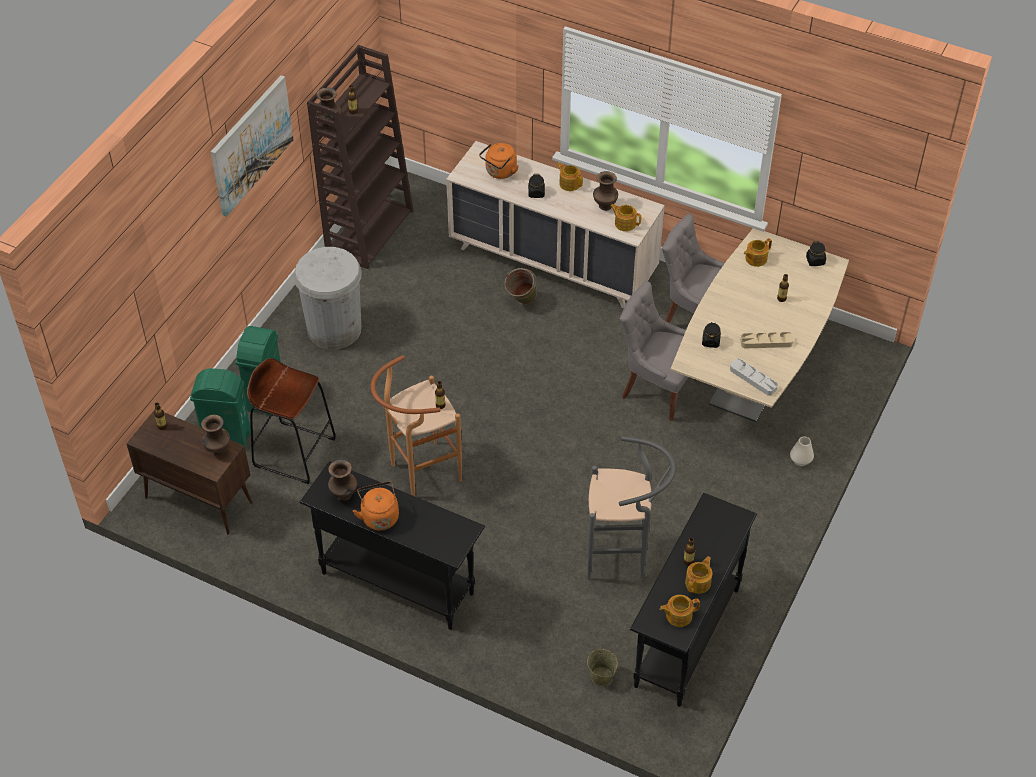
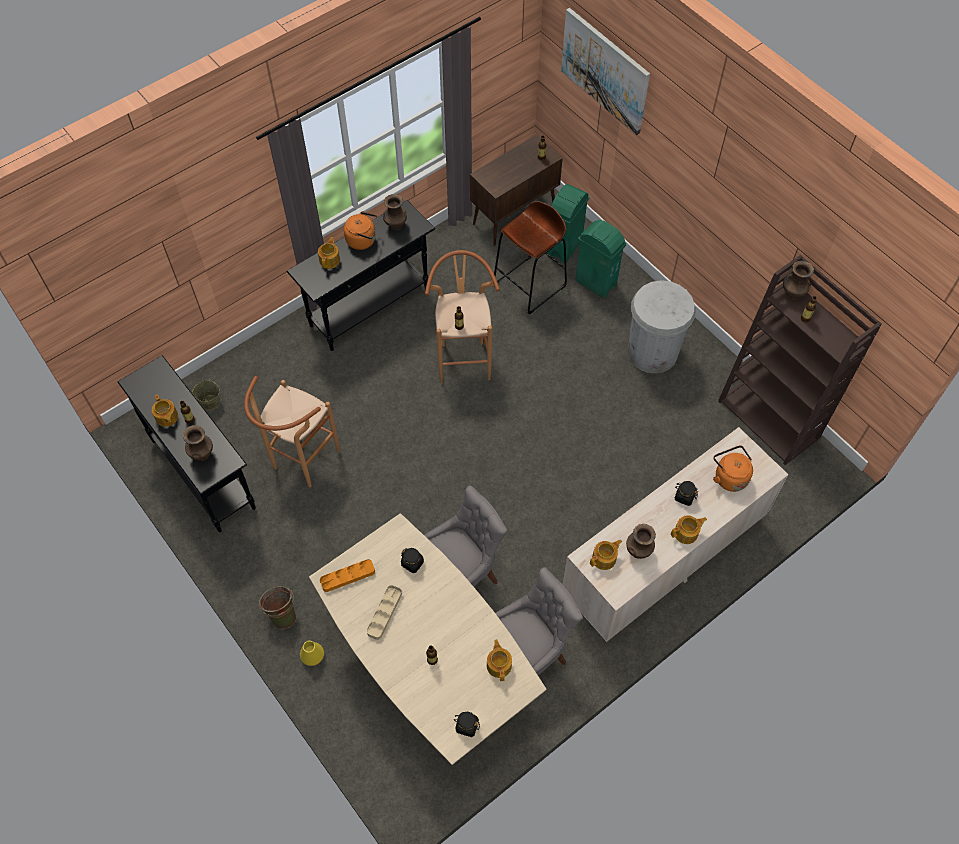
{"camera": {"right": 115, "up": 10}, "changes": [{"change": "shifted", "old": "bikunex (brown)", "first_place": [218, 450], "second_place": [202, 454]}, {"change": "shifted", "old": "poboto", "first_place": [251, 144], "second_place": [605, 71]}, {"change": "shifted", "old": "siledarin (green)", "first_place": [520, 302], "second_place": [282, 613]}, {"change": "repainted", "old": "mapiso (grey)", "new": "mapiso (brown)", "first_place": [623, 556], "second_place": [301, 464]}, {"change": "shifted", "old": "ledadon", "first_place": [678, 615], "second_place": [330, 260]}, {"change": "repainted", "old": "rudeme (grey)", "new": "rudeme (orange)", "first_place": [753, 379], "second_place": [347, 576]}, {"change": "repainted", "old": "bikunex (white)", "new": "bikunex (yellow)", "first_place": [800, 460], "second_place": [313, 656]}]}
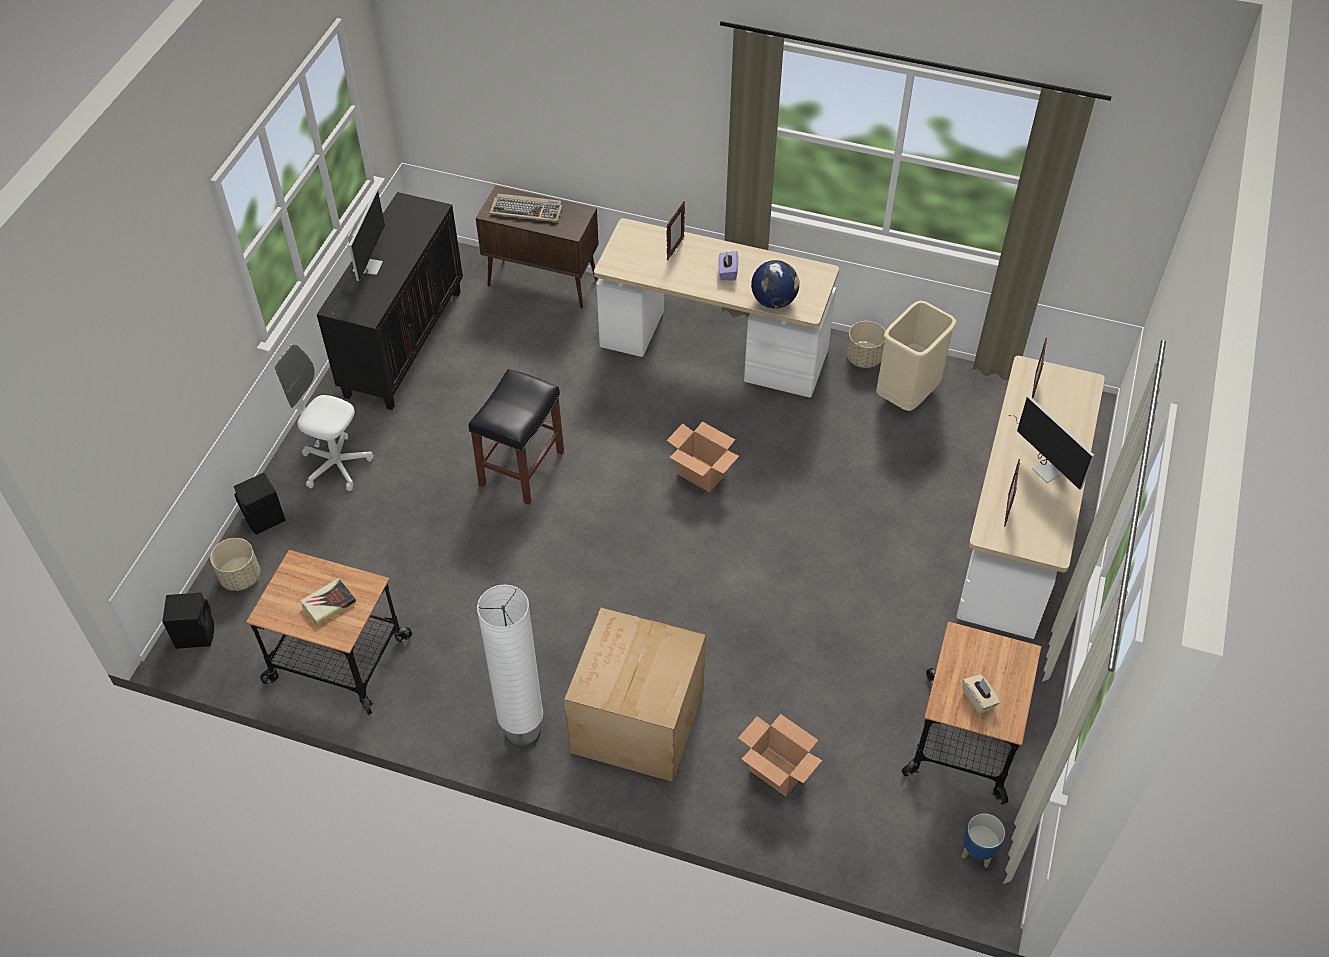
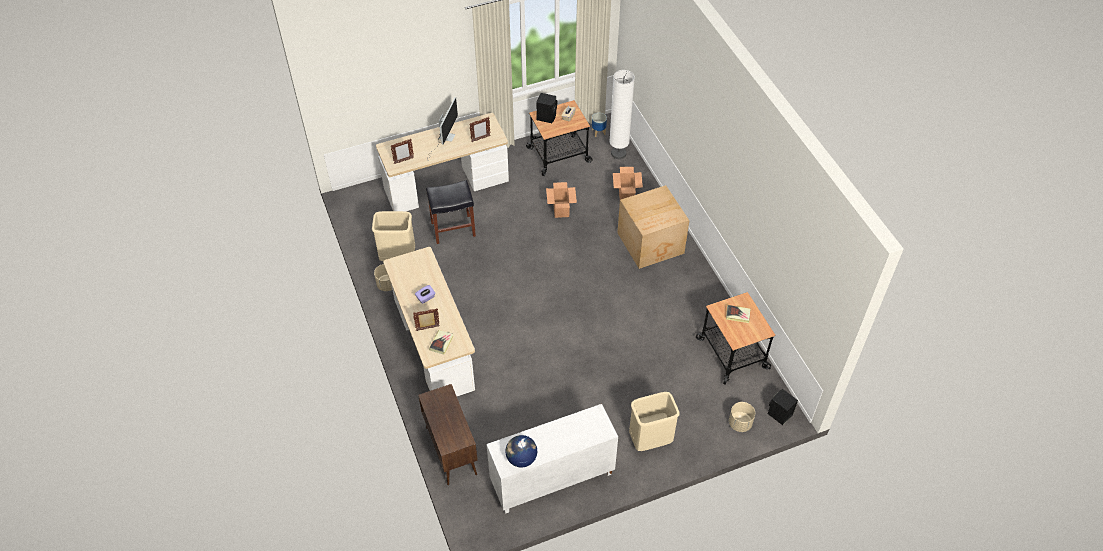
{"camera": {"right": -130, "up": 0}, "changes": [{"change": "shifted", "old": "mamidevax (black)", "first_place": [265, 519], "second_place": [546, 116]}, {"change": "swapped", "old": "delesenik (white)", "new": "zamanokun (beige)", "first_place": [336, 465], "second_place": [650, 440]}, {"change": "repainted", "old": "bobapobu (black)", "new": "bobapobu (white)", "first_place": [403, 342], "second_place": [552, 480]}, {"change": "gone", "old": "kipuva", "first_place": [363, 272]}, {"change": "shifted", "old": "mapiso (black)", "first_place": [521, 467], "second_place": [452, 229]}, {"change": "shifted", "old": "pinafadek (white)", "first_place": [522, 732], "second_place": [618, 153]}, {"change": "gone", "old": "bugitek", "first_place": [527, 210]}, {"change": "shifted", "old": "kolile", "first_place": [702, 474], "second_place": [561, 209]}, {"change": "shifted", "old": "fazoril", "first_place": [774, 301], "second_place": [521, 459]}, {"change": "new", "new": "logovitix", "second_place": [441, 343]}]}
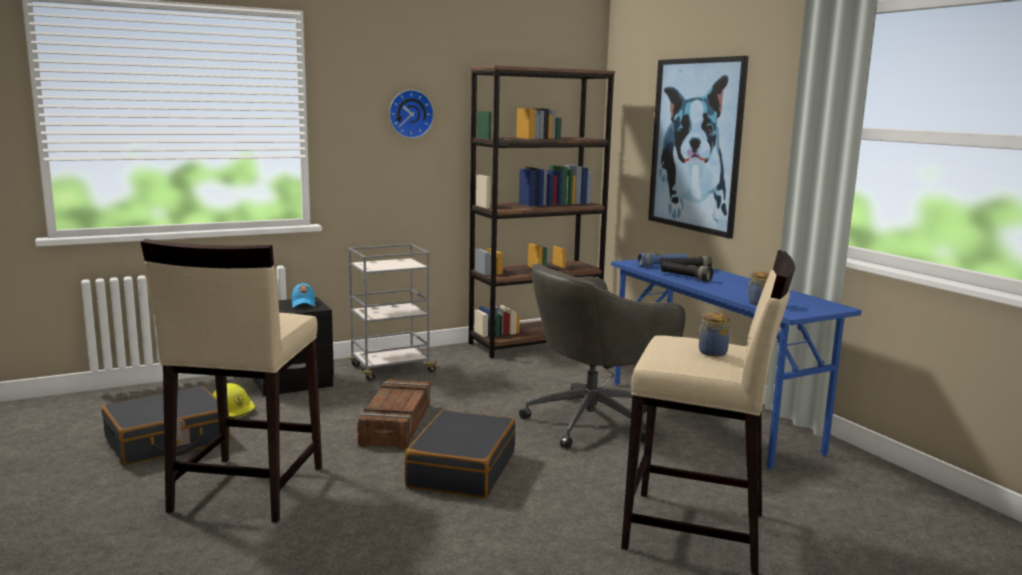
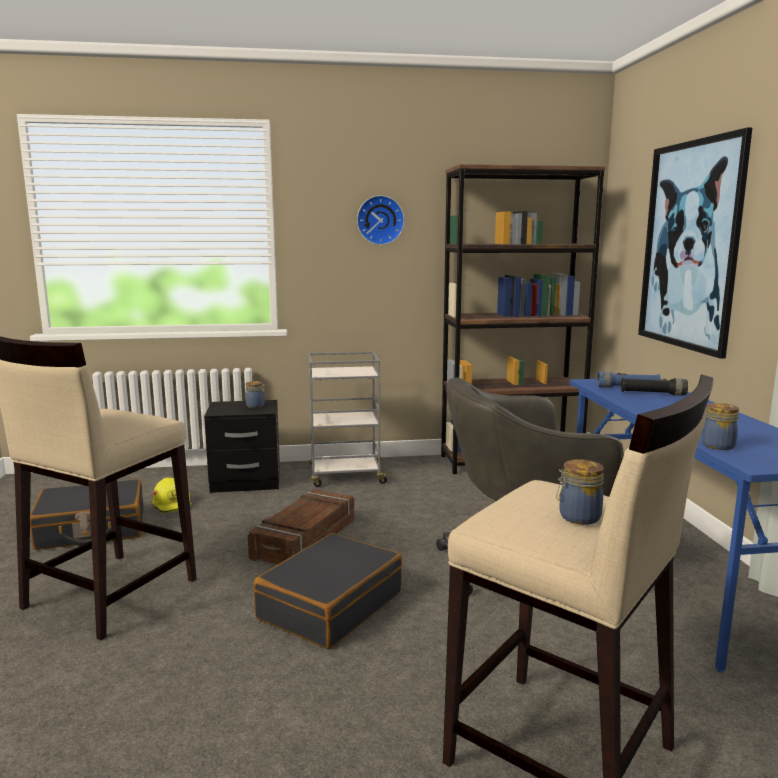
{"camera": {"right": 20, "up": 0}, "changes": [{"change": "swapped", "old": "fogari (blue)", "new": "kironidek", "first_place": [303, 304], "second_place": [256, 406]}, {"change": "gone", "old": "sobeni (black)", "first_place": [686, 277]}]}
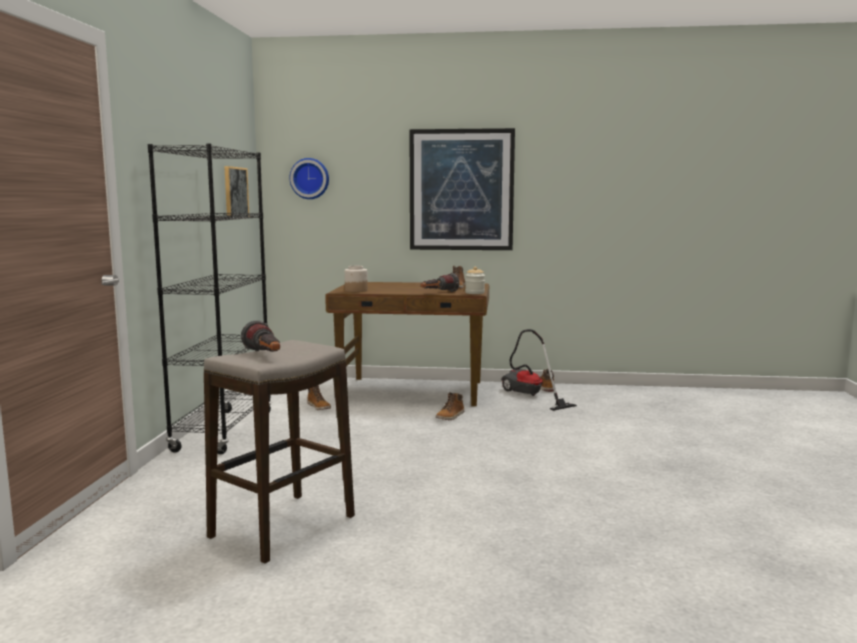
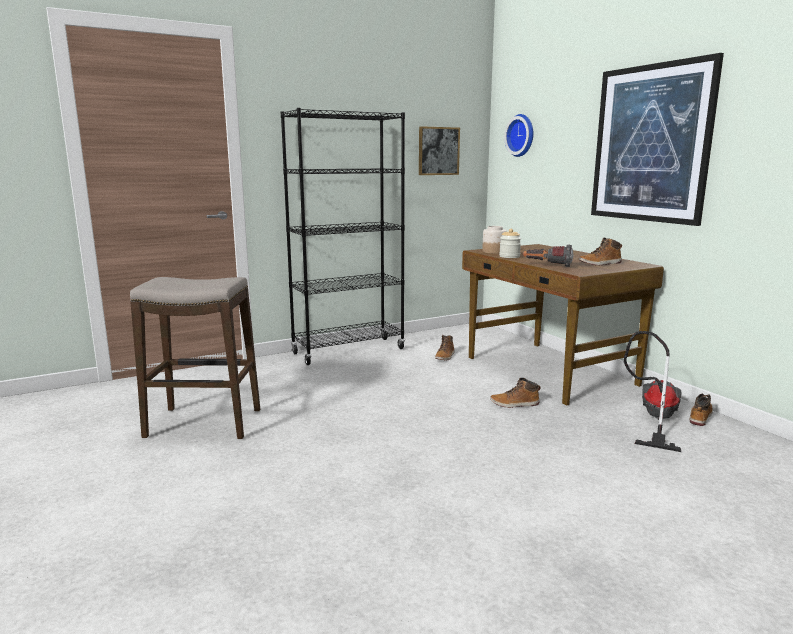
{"camera": {"right": 55, "up": 5}, "changes": [{"change": "gone", "old": "sobeni", "first_place": [265, 356]}, {"change": "shifted", "old": "kironidek", "first_place": [474, 293], "second_place": [509, 256]}]}
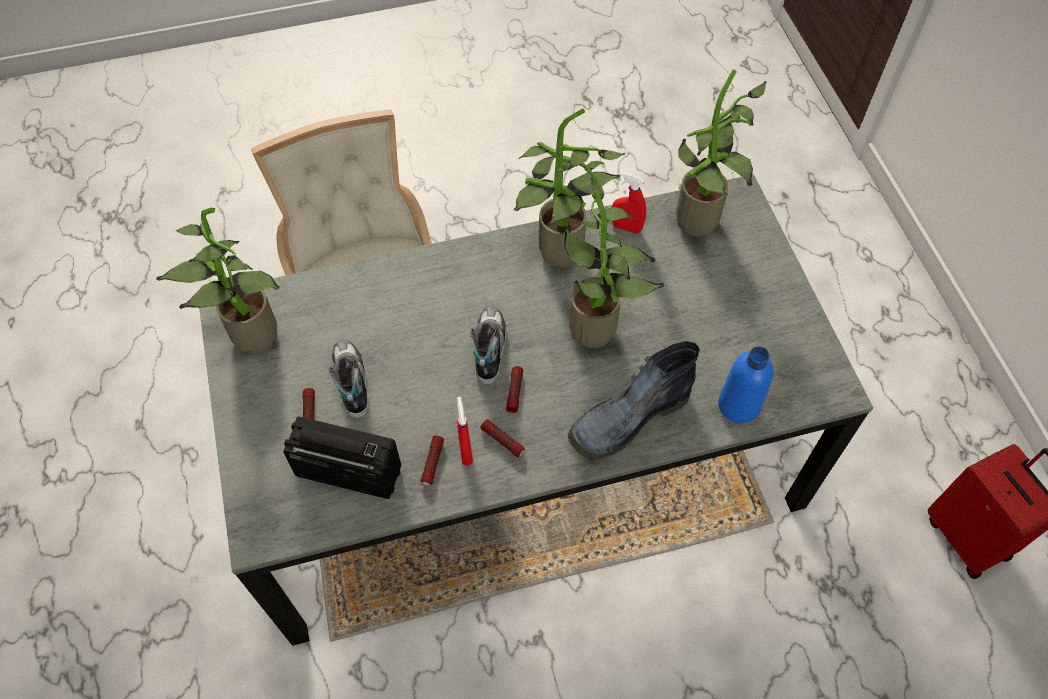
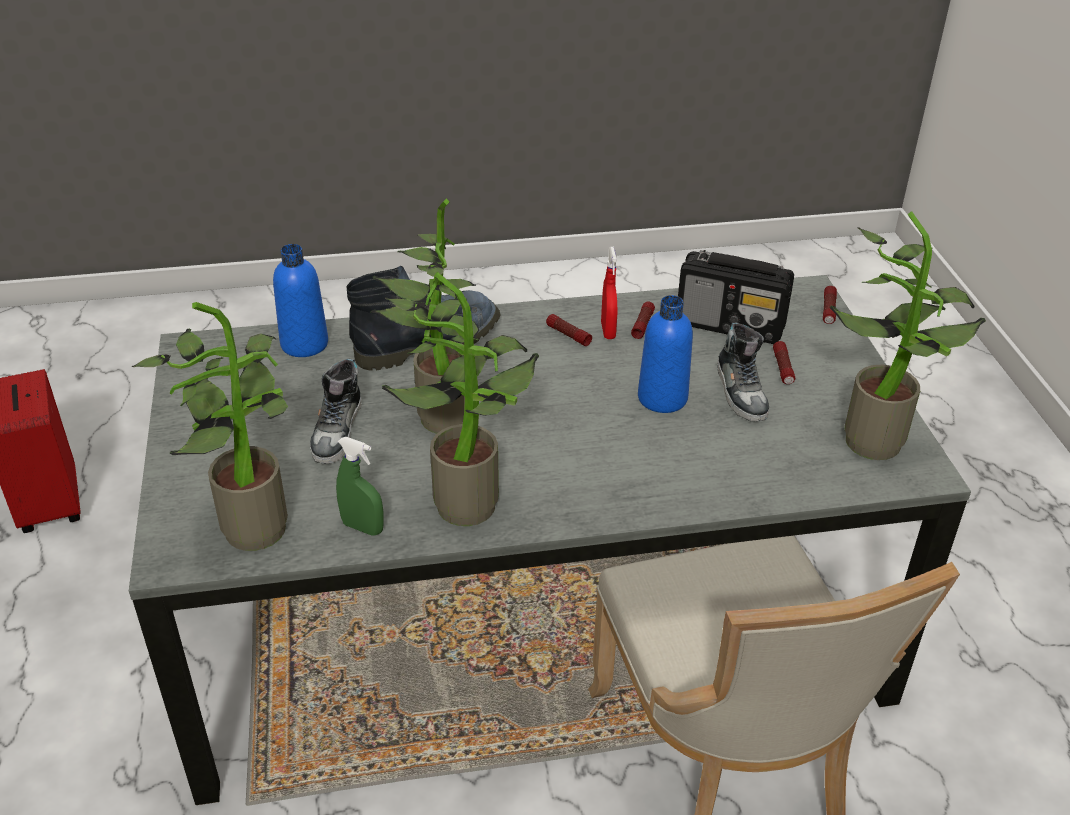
{"camera": {"right": -175, "up": -20}, "changes": [{"change": "shifted", "old": "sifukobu", "first_place": [489, 347], "second_place": [338, 431]}, {"change": "shifted", "old": "sobeni", "first_place": [514, 391], "second_place": [828, 310]}, {"change": "repainted", "old": "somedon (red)", "new": "somedon (green)", "first_place": [626, 227], "second_place": [362, 527]}, {"change": "new", "new": "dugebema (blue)", "second_place": [662, 398]}]}
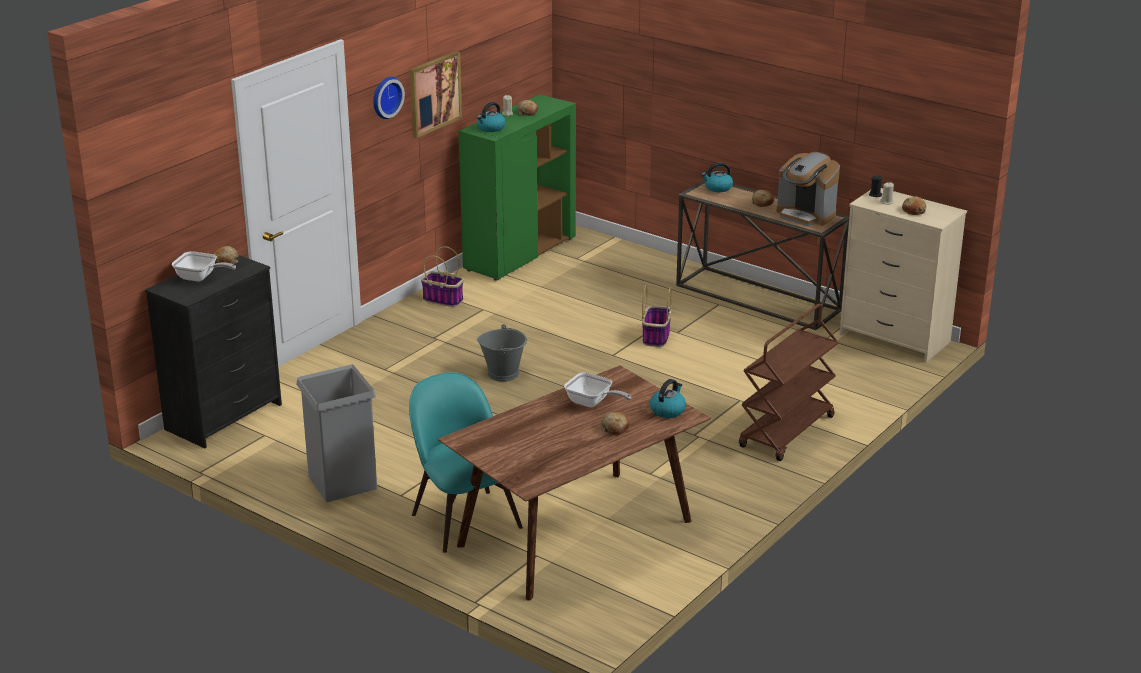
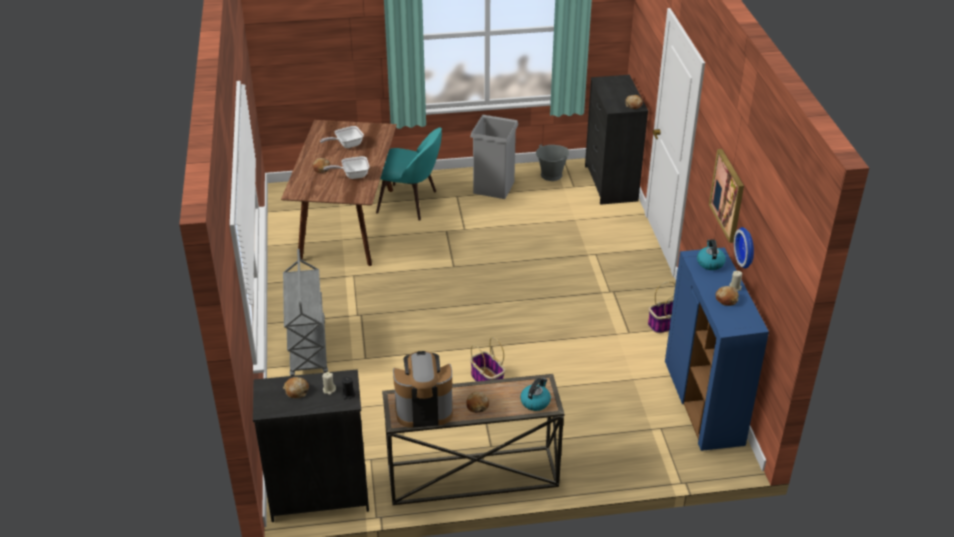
{"camera": {"right": 135, "up": 10}, "changes": [{"change": "shifted", "old": "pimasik", "first_place": [200, 278], "second_place": [346, 145]}, {"change": "shifted", "old": "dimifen", "first_place": [385, 97], "second_place": [747, 247]}, {"change": "repainted", "old": "bobapobu (green)", "new": "bobapobu (blue)", "first_place": [520, 254], "second_place": [704, 404]}, {"change": "shifted", "old": "siledarin (grey)", "first_place": [503, 373], "second_place": [551, 175]}, {"change": "gone", "old": "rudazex", "first_place": [667, 410]}, {"change": "repainted", "old": "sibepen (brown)", "new": "sibepen (grey)", "first_place": [787, 432], "second_place": [307, 349]}, {"change": "repainted", "old": "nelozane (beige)", "new": "nelozane (black)", "first_place": [894, 338], "second_place": [319, 495]}]}
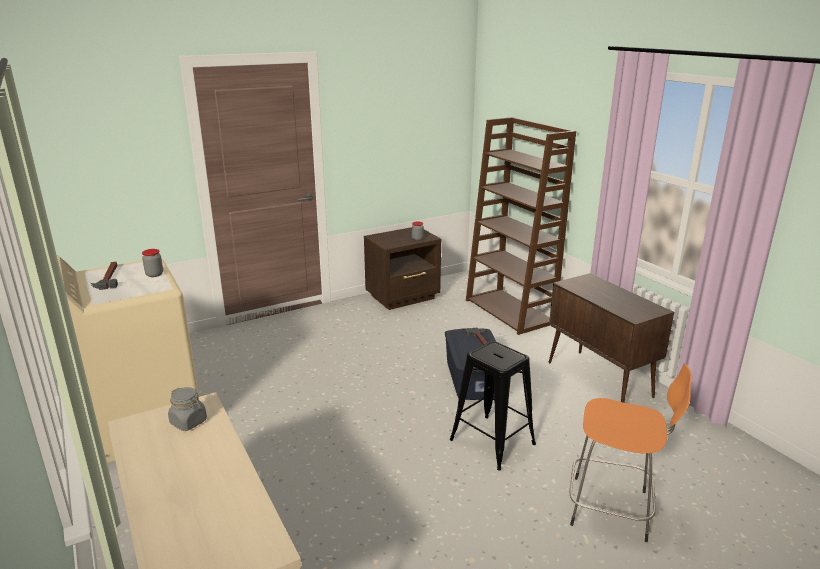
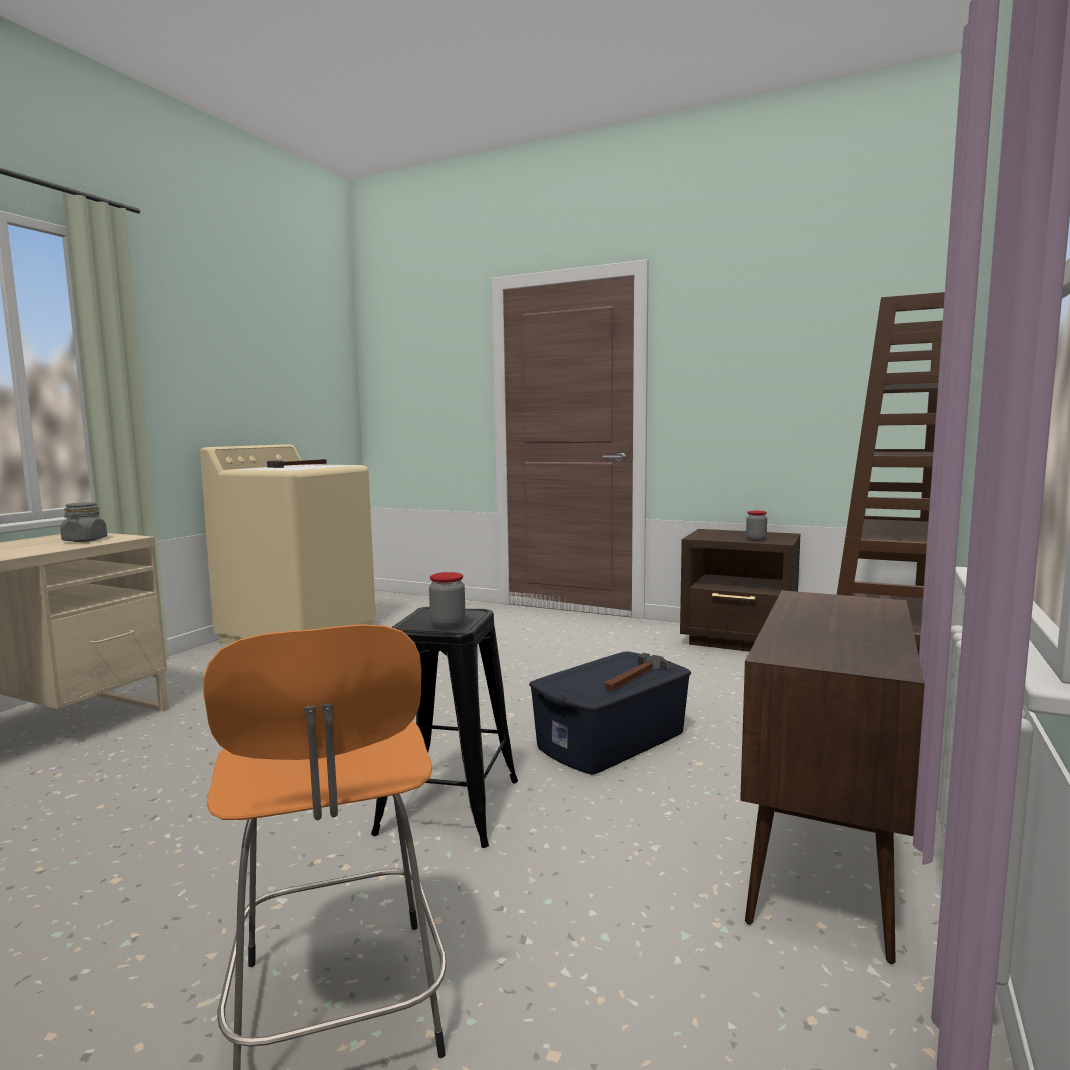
{"camera": {"right": 55, "up": -15}, "changes": [{"change": "shifted", "old": "kironidek", "first_place": [154, 274], "second_place": [448, 624]}]}
